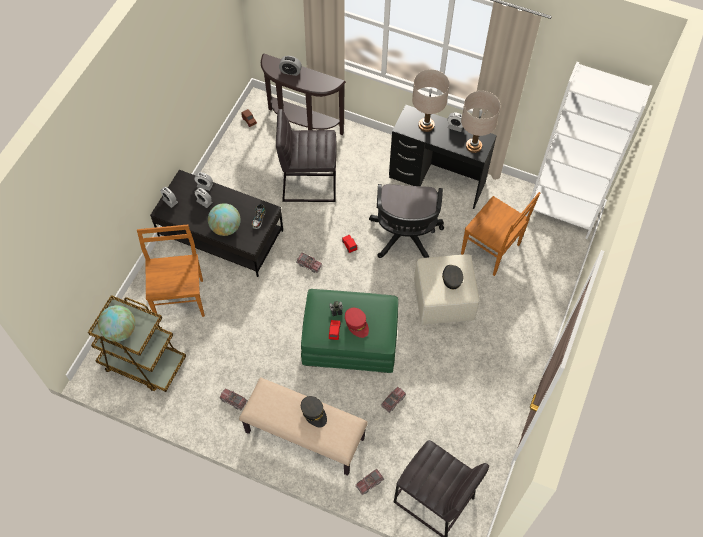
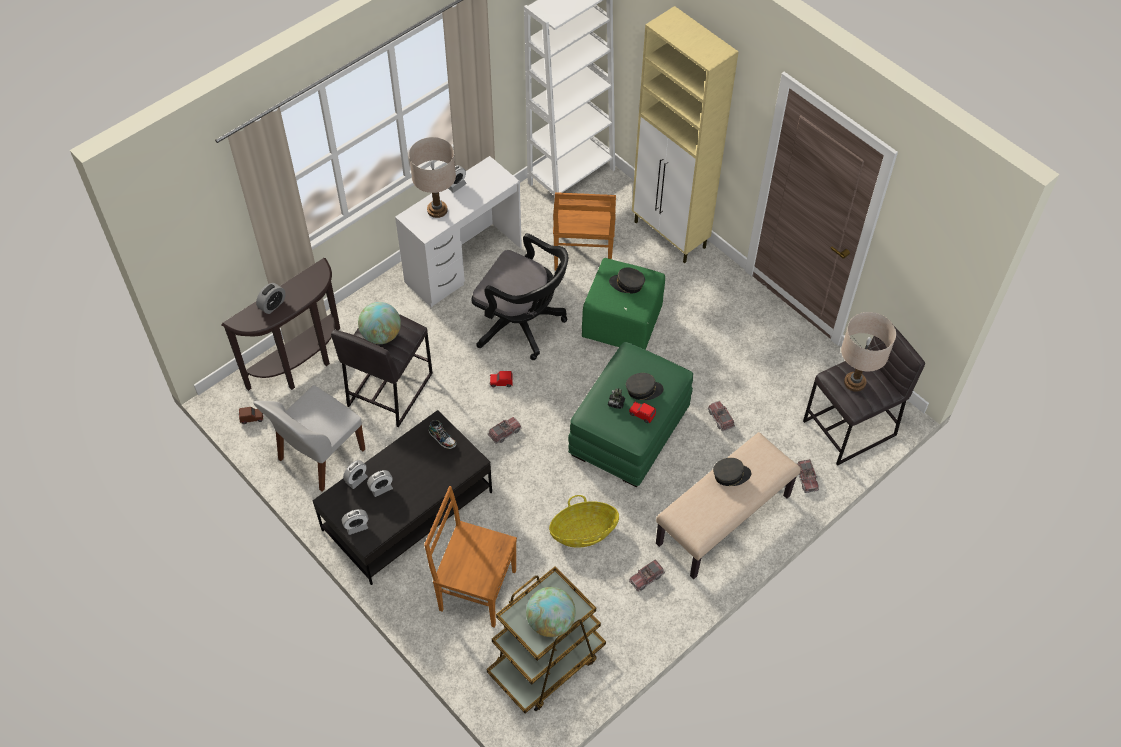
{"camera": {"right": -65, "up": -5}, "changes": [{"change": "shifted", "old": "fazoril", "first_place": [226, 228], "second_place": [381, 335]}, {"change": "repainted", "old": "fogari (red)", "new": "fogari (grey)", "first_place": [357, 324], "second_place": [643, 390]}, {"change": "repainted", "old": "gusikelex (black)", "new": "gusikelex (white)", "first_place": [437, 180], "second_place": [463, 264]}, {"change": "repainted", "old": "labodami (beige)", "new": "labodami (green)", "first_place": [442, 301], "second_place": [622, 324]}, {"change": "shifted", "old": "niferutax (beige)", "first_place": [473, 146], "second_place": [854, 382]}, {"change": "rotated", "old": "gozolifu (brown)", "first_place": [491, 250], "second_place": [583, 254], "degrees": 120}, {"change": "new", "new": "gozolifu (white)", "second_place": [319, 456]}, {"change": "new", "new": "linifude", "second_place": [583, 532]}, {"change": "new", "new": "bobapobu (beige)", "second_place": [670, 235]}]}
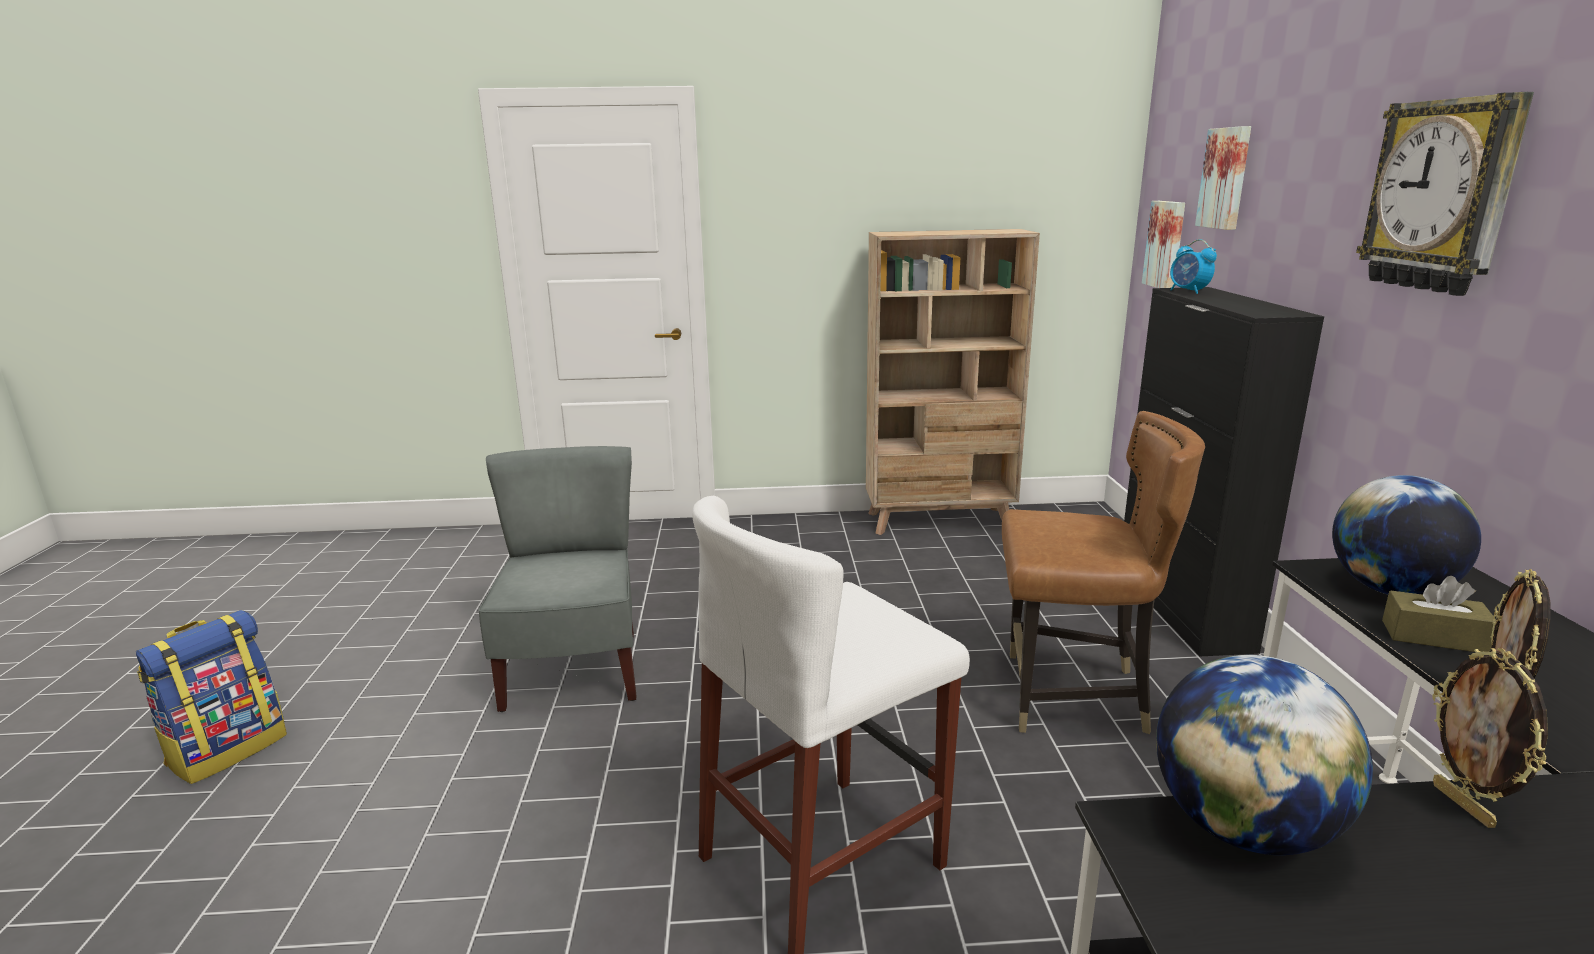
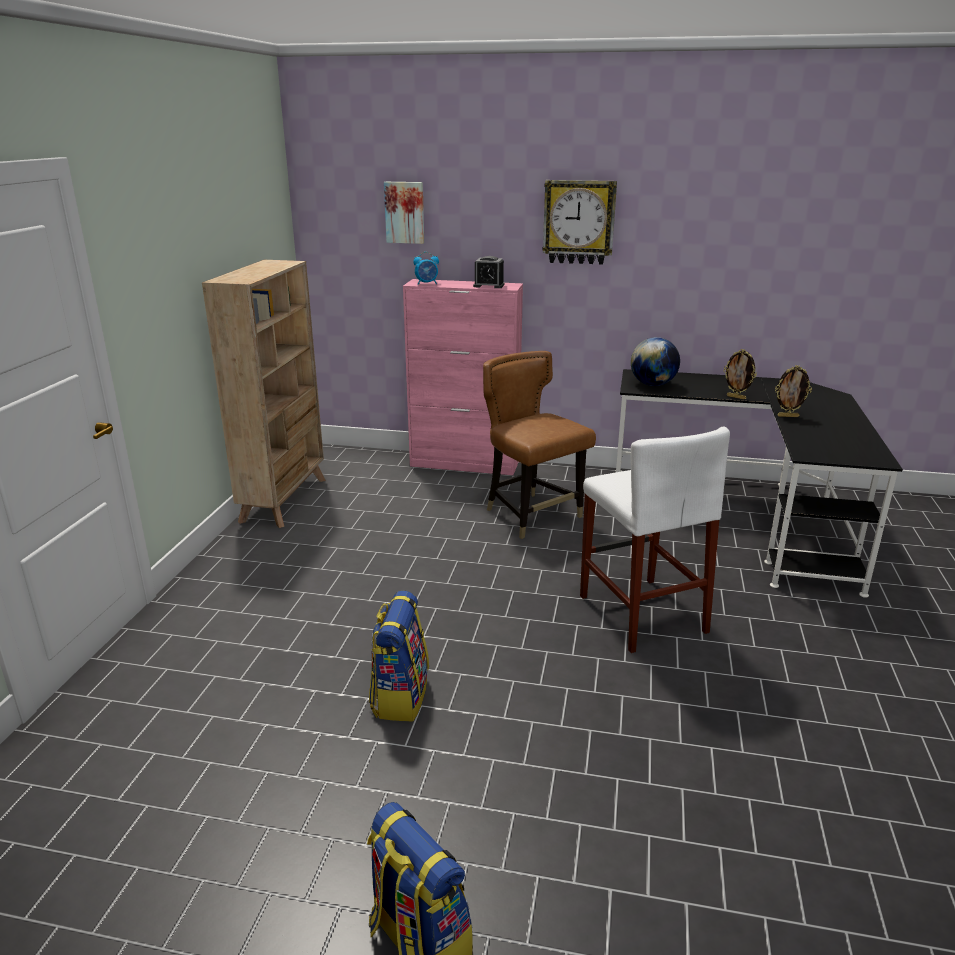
{"camera": {"right": -75, "up": 5}, "changes": [{"change": "swapped", "old": "gozolifu (grey)", "new": "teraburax", "first_place": [575, 670], "second_place": [399, 696]}, {"change": "rotated", "old": "gozolifu (brown)", "first_place": [1073, 696], "second_place": [532, 515], "degrees": -60}, {"change": "repainted", "old": "bobapobu (black)", "new": "bobapobu (pink)", "first_place": [1182, 608], "second_place": [465, 464]}, {"change": "gone", "old": "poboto", "first_place": [1166, 244]}, {"change": "gone", "old": "fazoril", "first_place": [1243, 827]}, {"change": "gone", "old": "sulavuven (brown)", "first_place": [1433, 636]}, {"change": "new", "new": "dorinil", "second_place": [489, 285]}]}
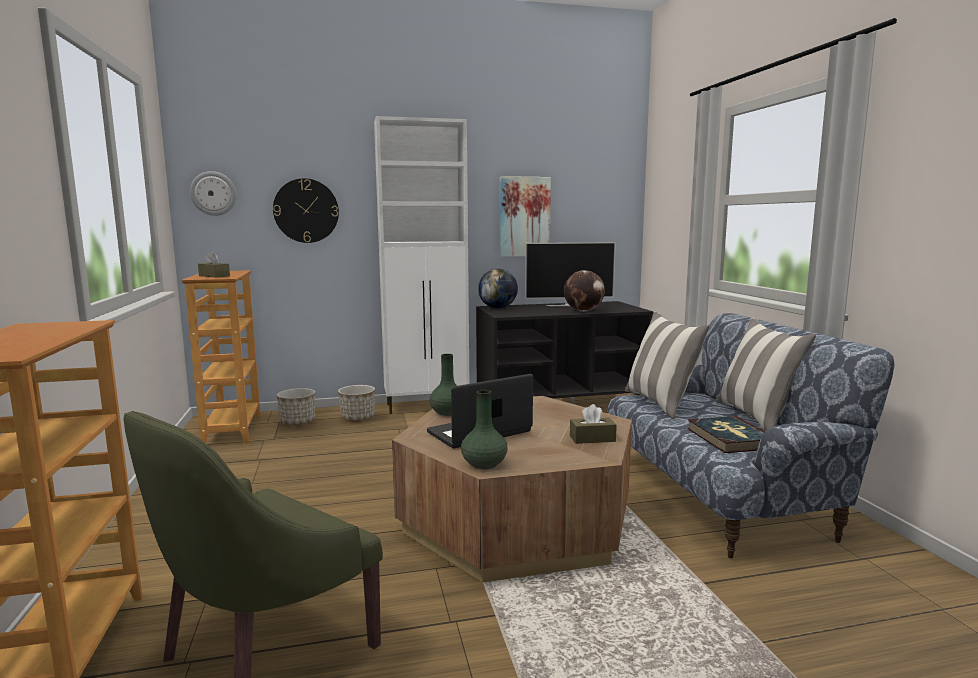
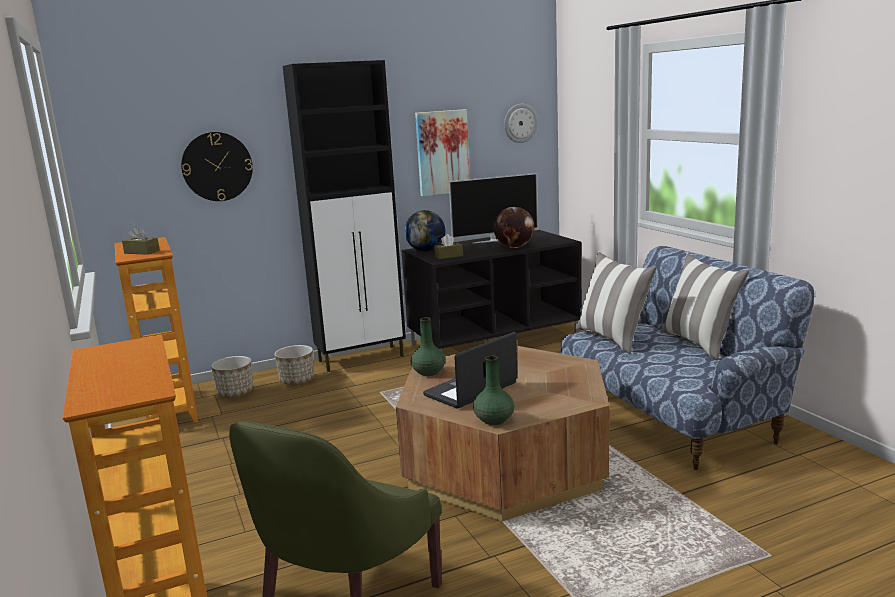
{"camera": {"right": -10, "up": 5}, "changes": [{"change": "shifted", "old": "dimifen", "first_place": [213, 193], "second_place": [520, 123]}, {"change": "repainted", "old": "bobapobu (white)", "new": "bobapobu (black)", "first_place": [427, 406], "second_place": [362, 358]}, {"change": "shifted", "old": "sulavuven (brown)", "first_place": [592, 439], "second_place": [449, 256]}, {"change": "gone", "old": "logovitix", "first_place": [730, 438]}]}
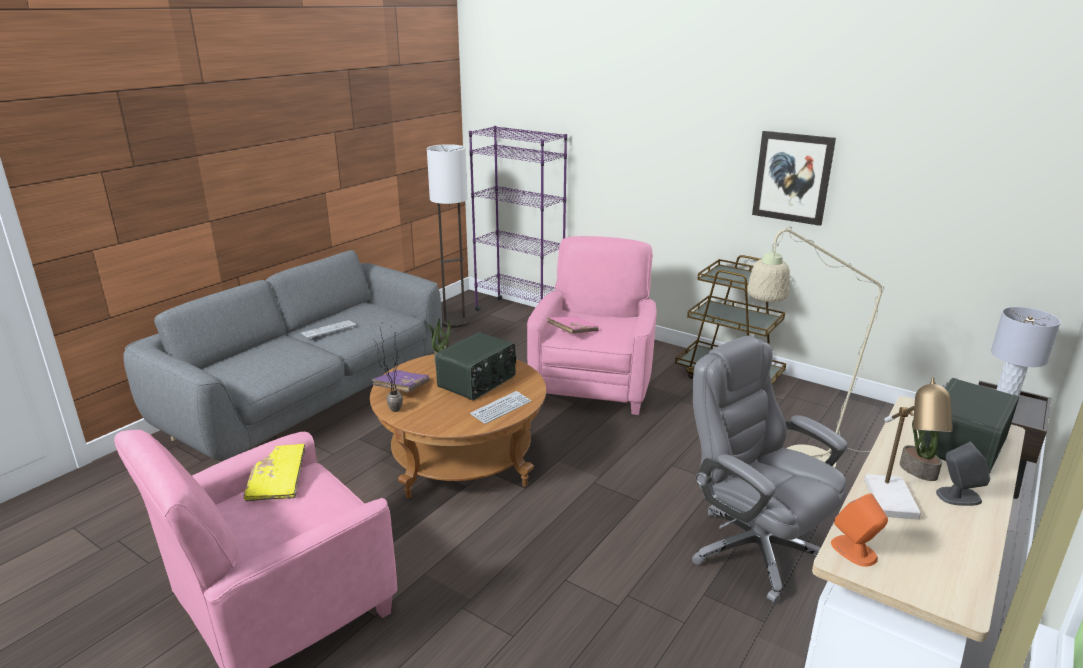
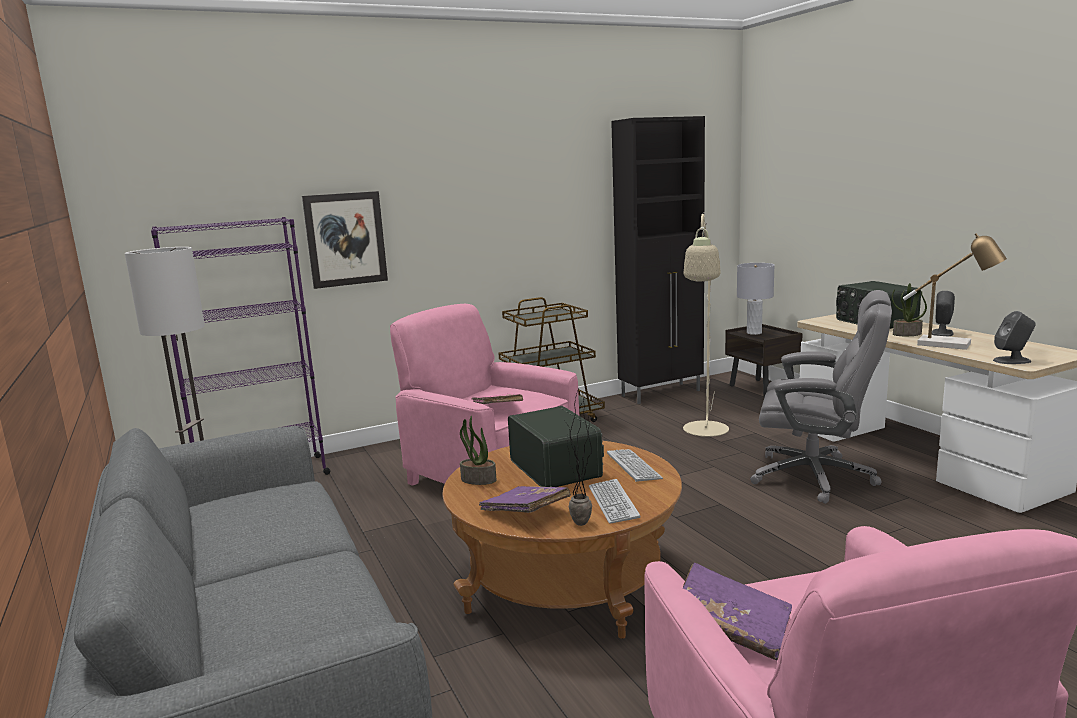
{"camera": {"right": -60, "up": -10}, "changes": [{"change": "repainted", "old": "logovitix (yellow)", "new": "logovitix (purple)", "first_place": [278, 482], "second_place": [732, 627]}, {"change": "shifted", "old": "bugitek", "first_place": [329, 330], "second_place": [613, 502]}, {"change": "rotated", "old": "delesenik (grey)", "first_place": [754, 548], "second_place": [815, 477], "degrees": -150}, {"change": "shifted", "old": "poboto", "first_place": [792, 177], "second_place": [345, 239]}, {"change": "repainted", "old": "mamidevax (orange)", "new": "mamidevax (grey)", "first_place": [854, 551], "second_place": [1012, 360]}, {"change": "new", "new": "bobapobu (black)", "second_place": [662, 393]}]}
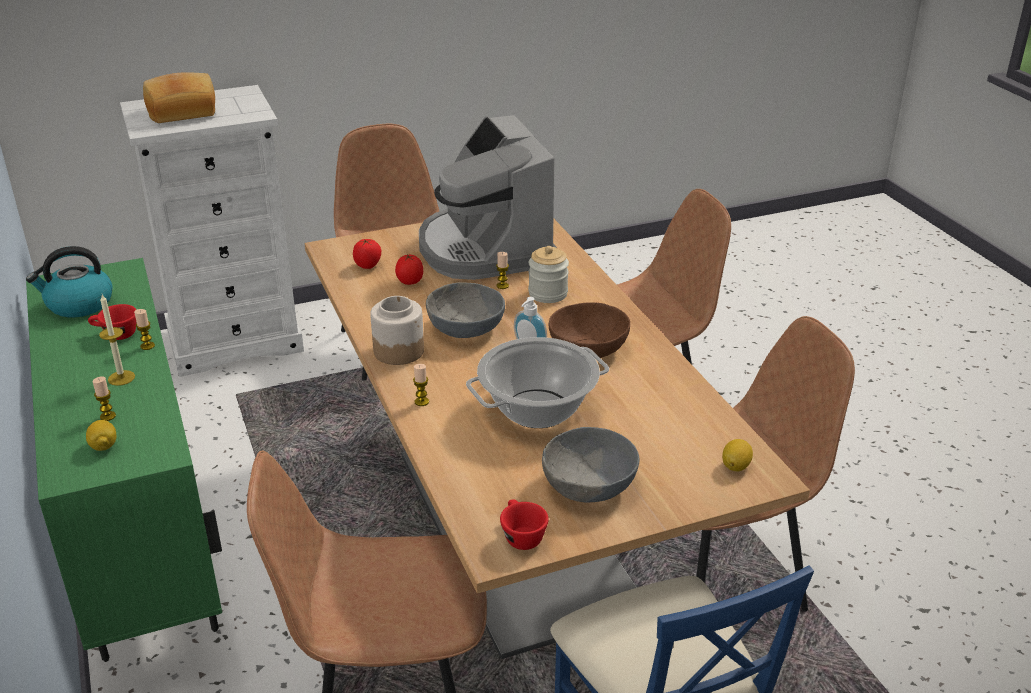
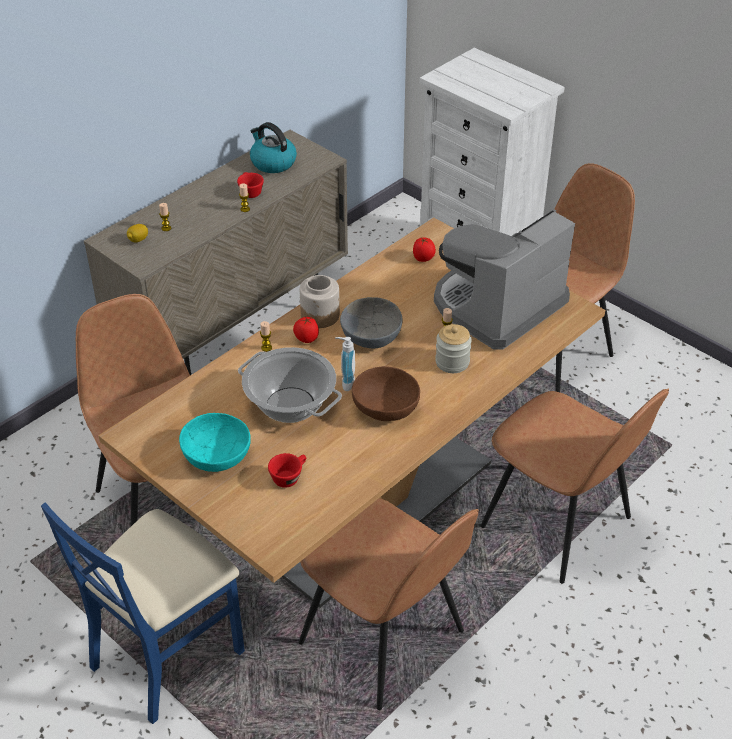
{"camera": {"right": 65, "up": 10}, "changes": [{"change": "repainted", "old": "bobapobu (green)", "new": "bobapobu (beige)", "first_place": [146, 556], "second_place": [234, 333]}, {"change": "gone", "old": "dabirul", "first_place": [121, 378]}, {"change": "gone", "old": "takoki", "first_place": [182, 112]}, {"change": "shifted", "old": "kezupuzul", "first_place": [409, 282], "second_place": [306, 339]}, {"change": "shifted", "old": "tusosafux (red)", "first_place": [520, 535], "second_place": [289, 477]}, {"change": "repainted", "old": "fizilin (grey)", "new": "fizilin (turquoise)", "first_place": [590, 486], "second_place": [216, 457]}, {"change": "gone", "old": "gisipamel", "first_place": [735, 466]}]}
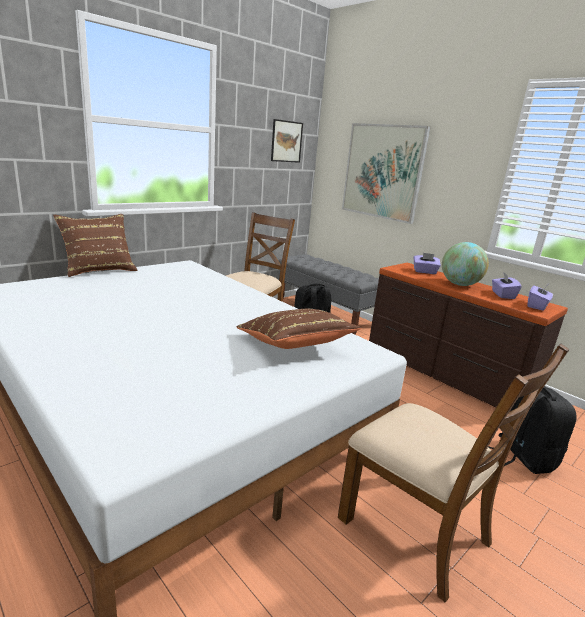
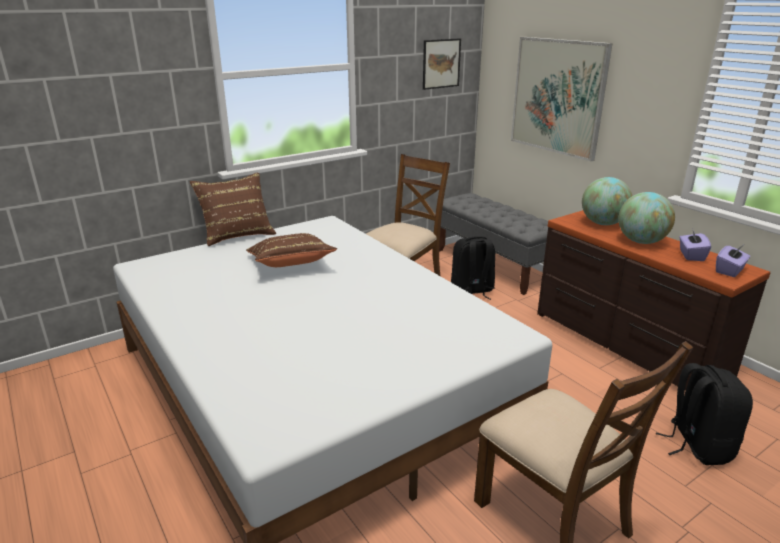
{"camera": {"right": 10, "up": 5}, "changes": [{"change": "shifted", "old": "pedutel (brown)", "first_place": [294, 345], "second_place": [291, 265]}, {"change": "swapped", "old": "sulavuven (purple)", "new": "fazoril", "first_place": [424, 272], "second_place": [603, 223]}]}
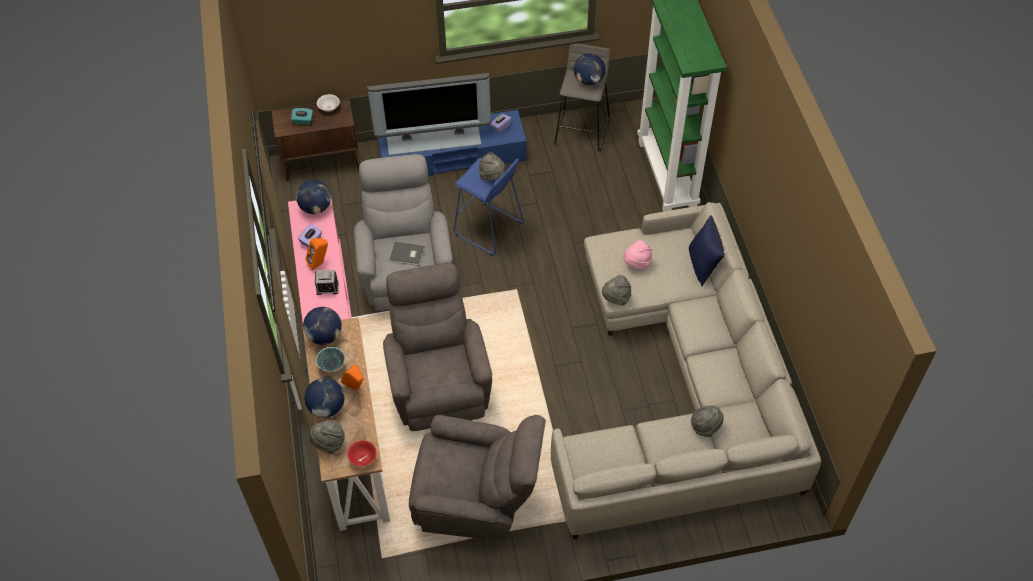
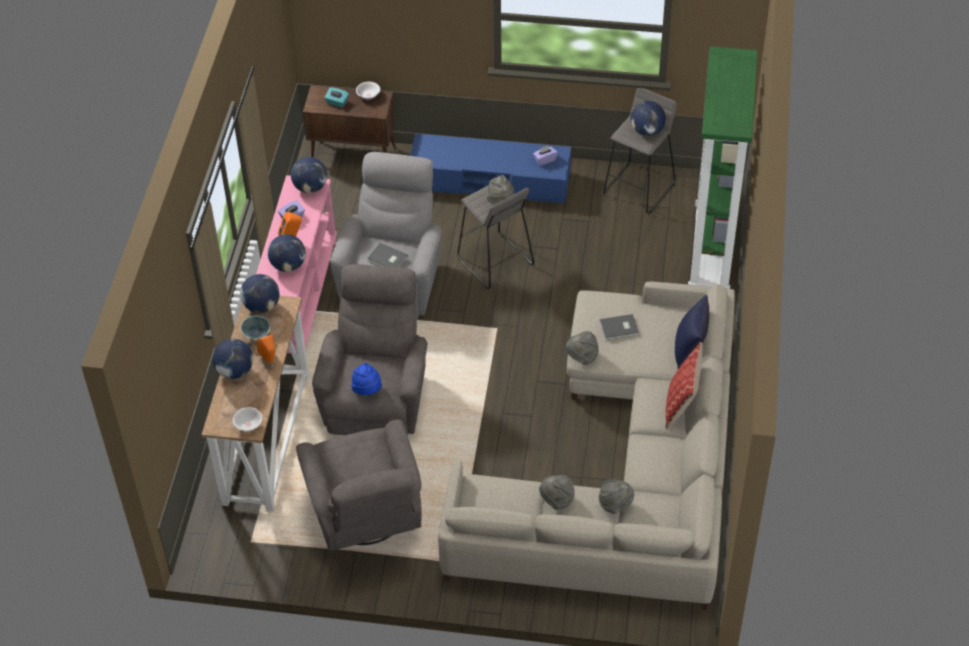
{"camera": {"right": 20, "up": -5}, "changes": [{"change": "shifted", "old": "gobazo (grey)", "first_place": [329, 443], "second_place": [557, 500]}, {"change": "swapped", "old": "dorinil", "new": "fazoril", "first_place": [327, 288], "second_place": [288, 265]}, {"change": "repainted", "old": "fizilin (red)", "new": "fizilin (white)", "first_place": [362, 458], "second_place": [248, 425]}, {"change": "gone", "old": "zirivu", "first_place": [433, 138]}, {"change": "rotated", "old": "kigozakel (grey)", "first_place": [477, 500], "second_place": [366, 516], "degrees": 45}, {"change": "repainted", "old": "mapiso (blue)", "new": "mapiso (grey)", "first_place": [488, 229], "second_place": [495, 262]}, {"change": "swapped", "old": "gobazo (pink)", "new": "logovitix (grey)", "first_place": [637, 263], "second_place": [619, 328]}, {"change": "new", "new": "gobazo (blue)", "second_place": [367, 390]}, {"change": "new", "new": "pedutel", "second_place": [681, 405]}]}
